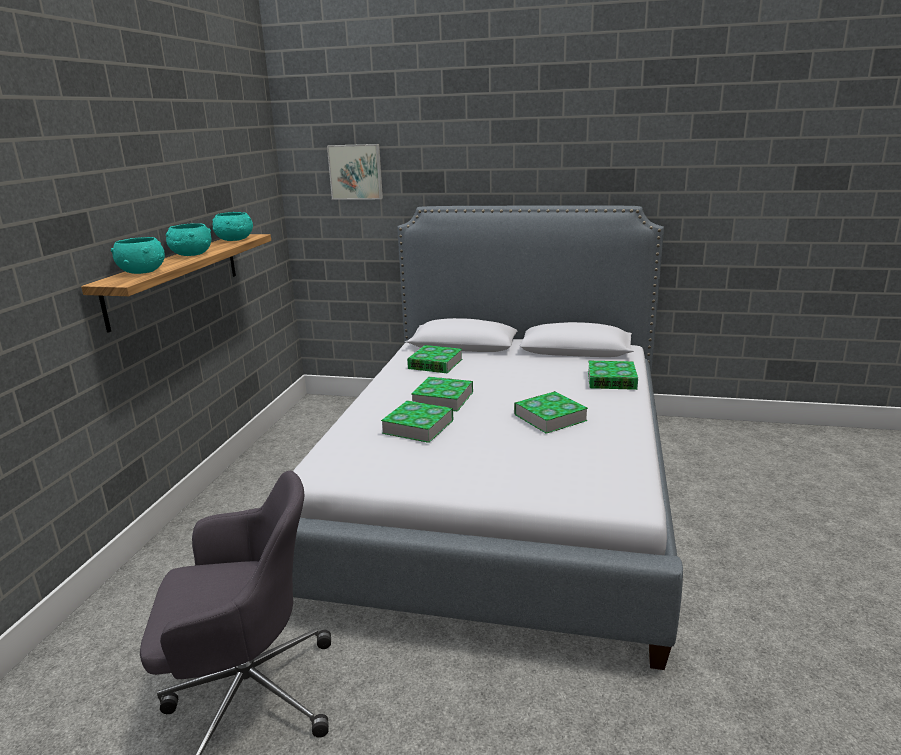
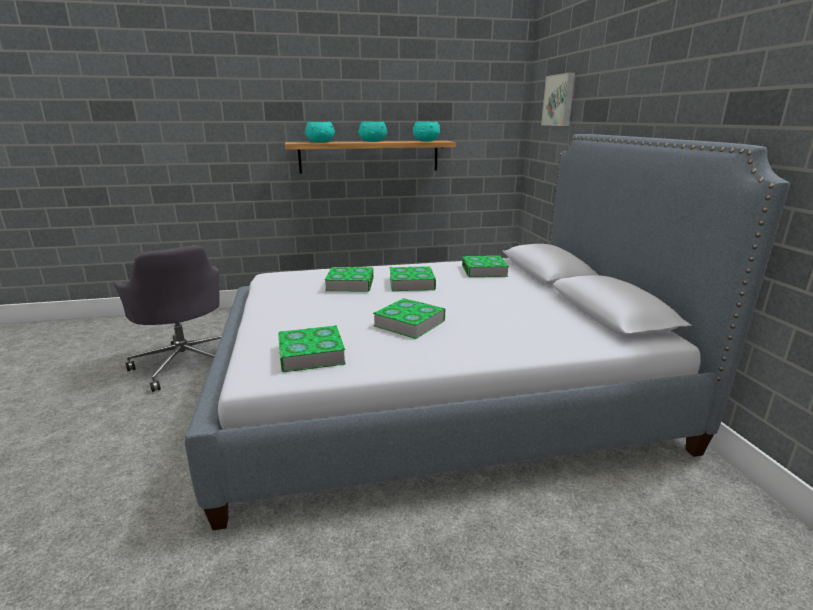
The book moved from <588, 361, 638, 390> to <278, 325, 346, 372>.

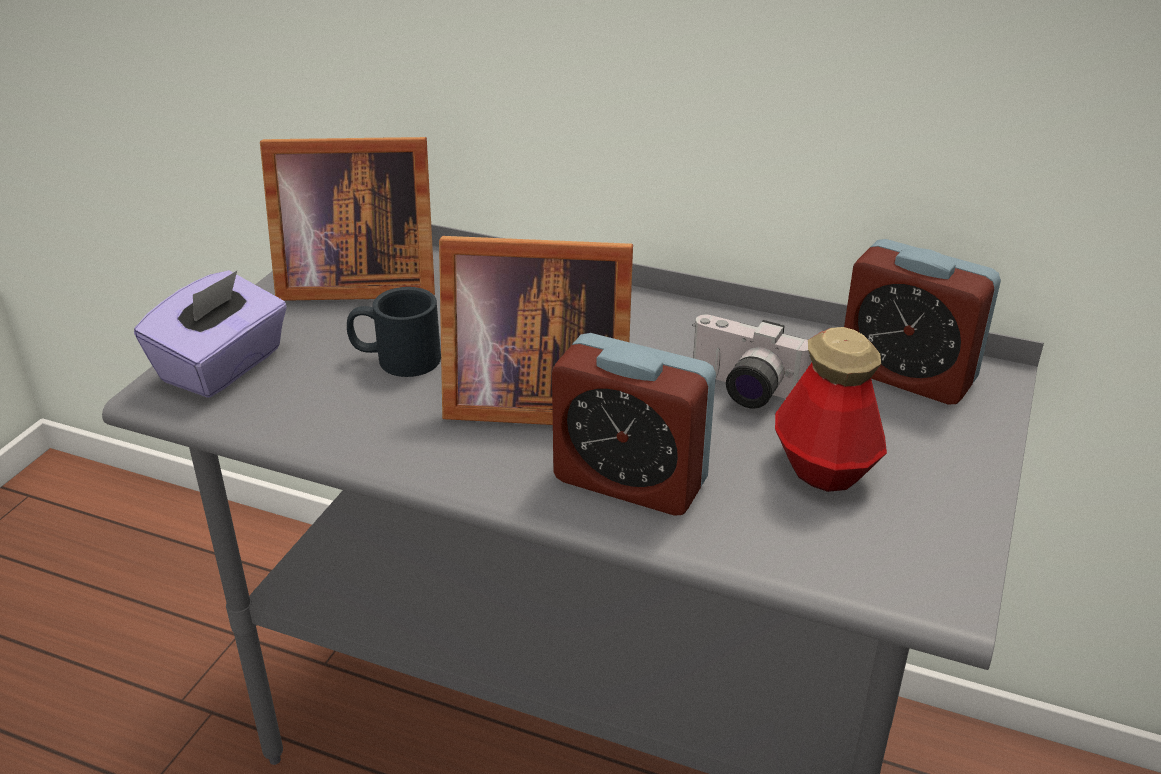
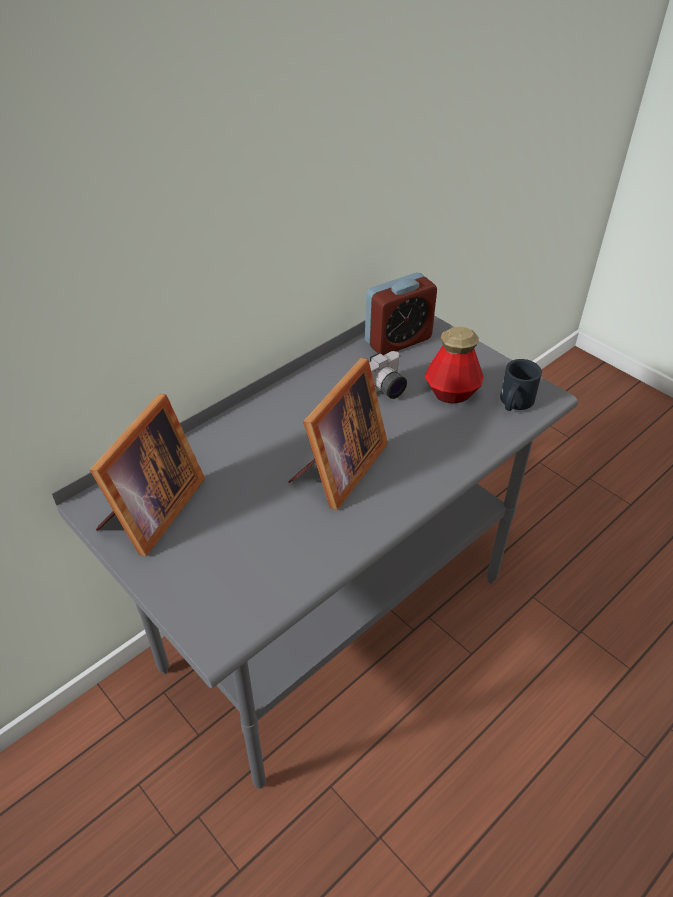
The purple_tissue_box at <134, 270, 287, 398> disappeared. The alarm_clock at <552, 333, 716, 515> disappeared. The black_mug moved from <347, 287, 441, 377> to <500, 359, 542, 411>.

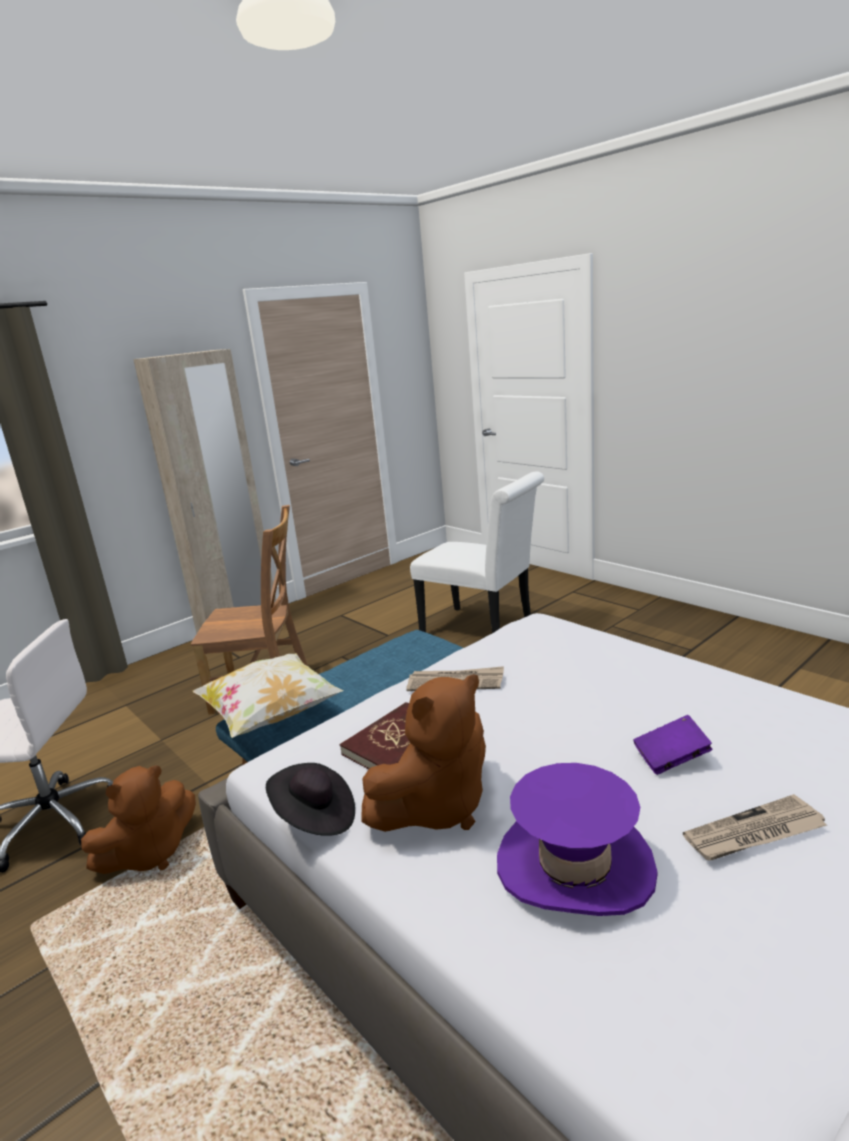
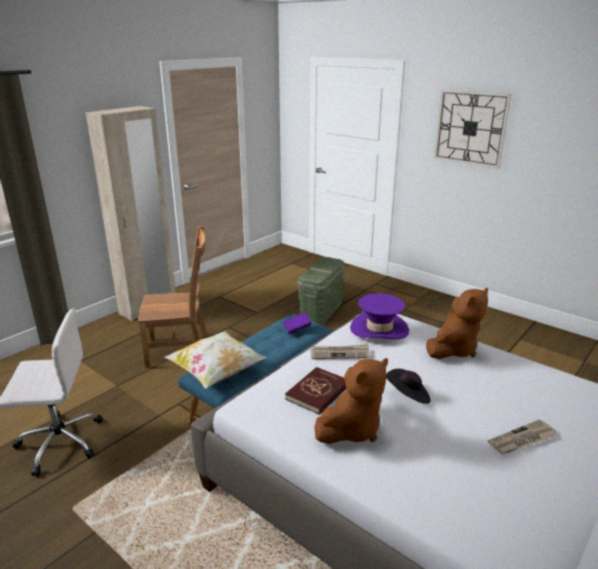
The wall_clock at <434, 89, 511, 169> appeared. The brown_plush_toy moved from <81, 766, 196, 874> to <426, 288, 488, 359>. The black_hat moved from <266, 763, 355, 836> to <386, 369, 431, 404>. The purple_hat moved from <497, 763, 658, 916> to <350, 293, 409, 339>. The purple_book moved from <633, 715, 712, 775> to <283, 312, 312, 335>. The white_chair at <410, 471, 544, 633> was replaced by the green_storage_box at <298, 257, 345, 325>.

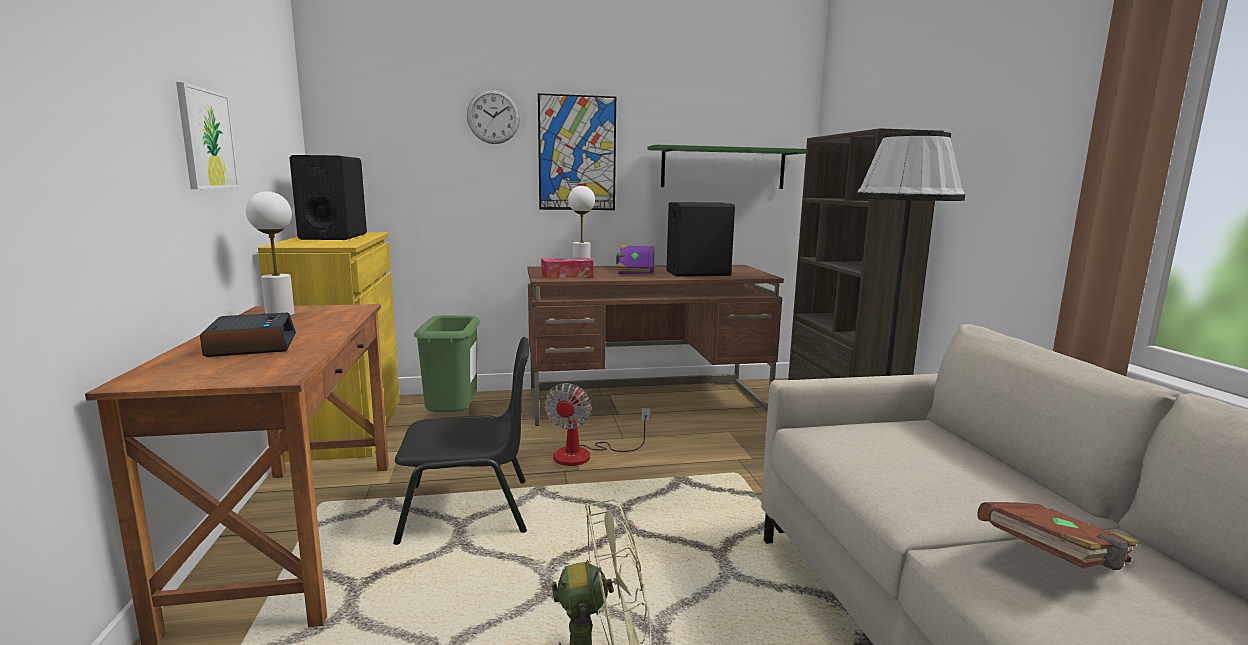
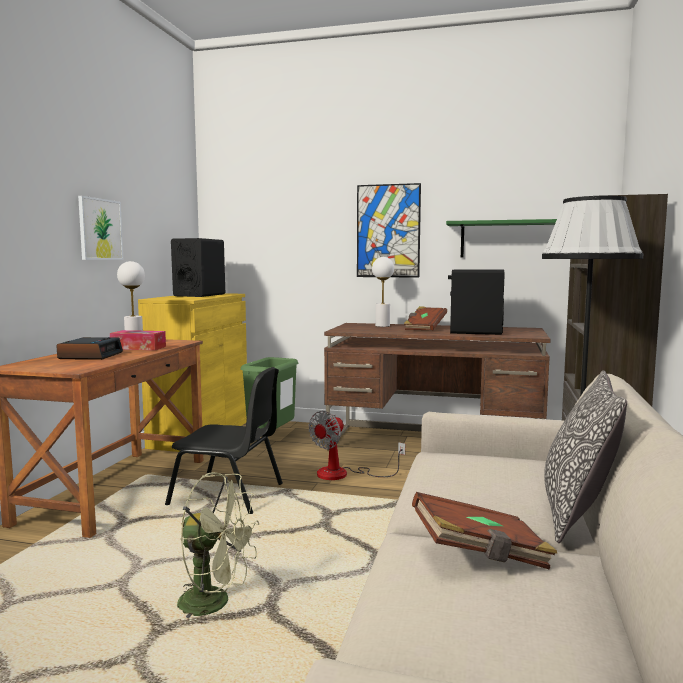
The wall_clock at <467, 89, 520, 144> disappeared. The pillow at <544, 370, 627, 543> appeared. The tissue_box moved from <541, 258, 593, 278> to <110, 330, 166, 350>. The purple_book at <616, 245, 654, 274> became the brown_book at <404, 306, 447, 330>.

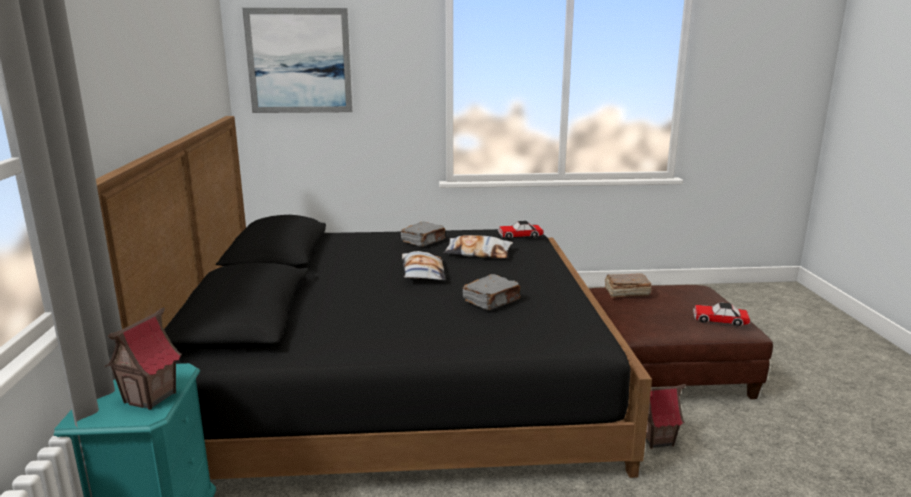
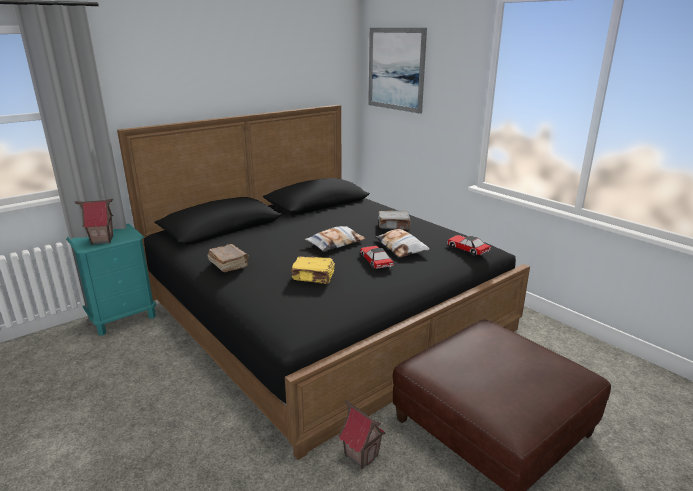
The brown_book moved from <605, 273, 652, 298> to <207, 244, 249, 272>. The toy_car moved from <693, 302, 750, 326> to <360, 246, 394, 269>. The grey_book at <463, 274, 521, 310> became the yellow_book at <291, 256, 335, 284>.

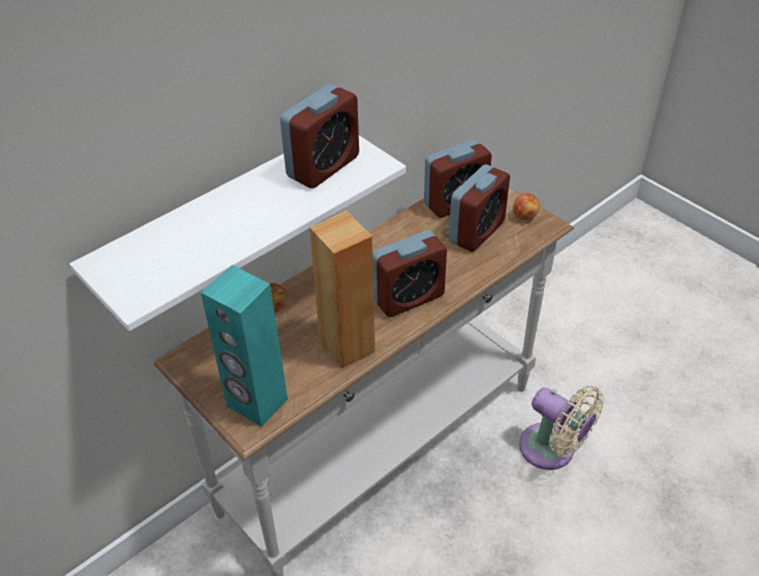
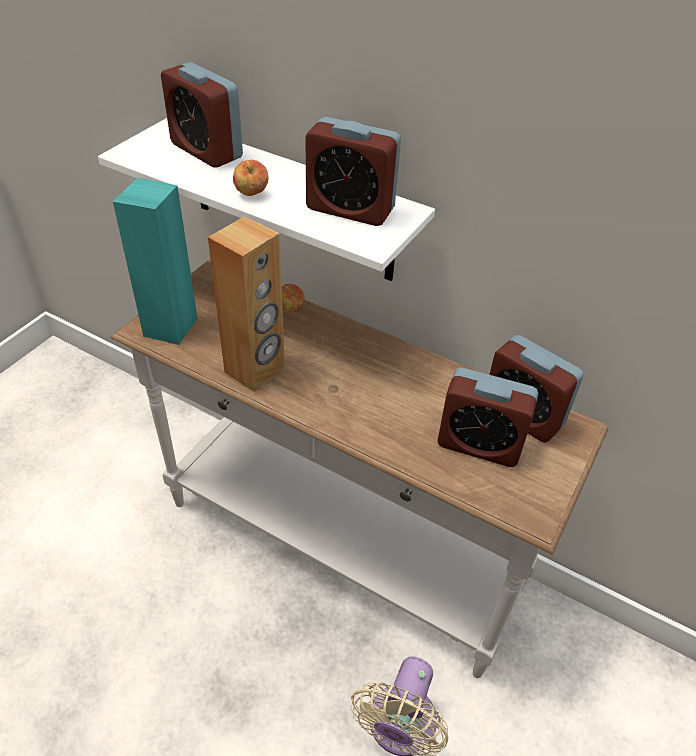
The alarm_clock moved from <373, 230, 447, 317> to <161, 62, 243, 168>. The apple moved from <513, 193, 540, 220> to <233, 160, 269, 196>.

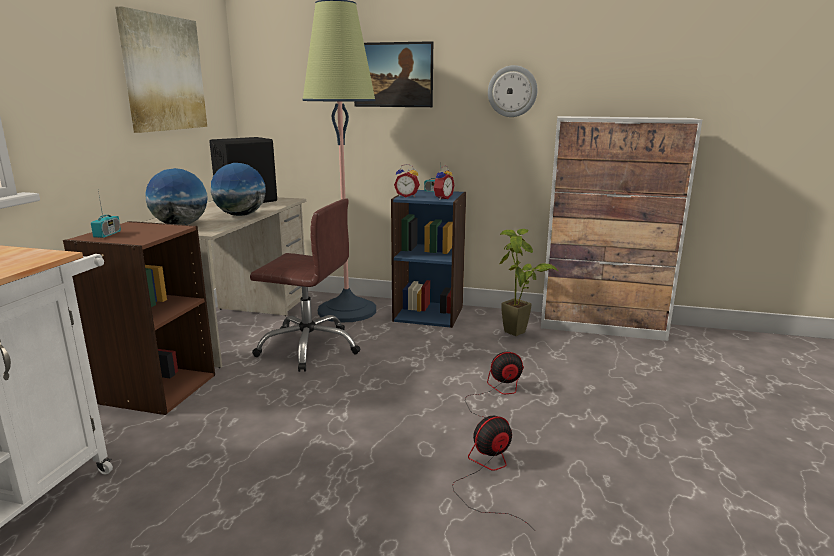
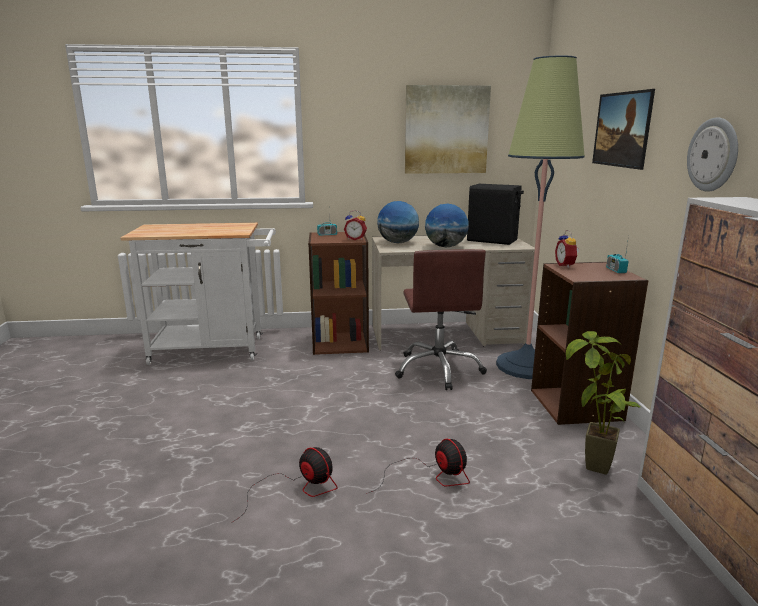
The alarm_clock moved from <433, 165, 454, 200> to <344, 210, 367, 240>. The blue_bookcase at <391, 190, 466, 328> became the brown_bookcase at <531, 262, 649, 425>.

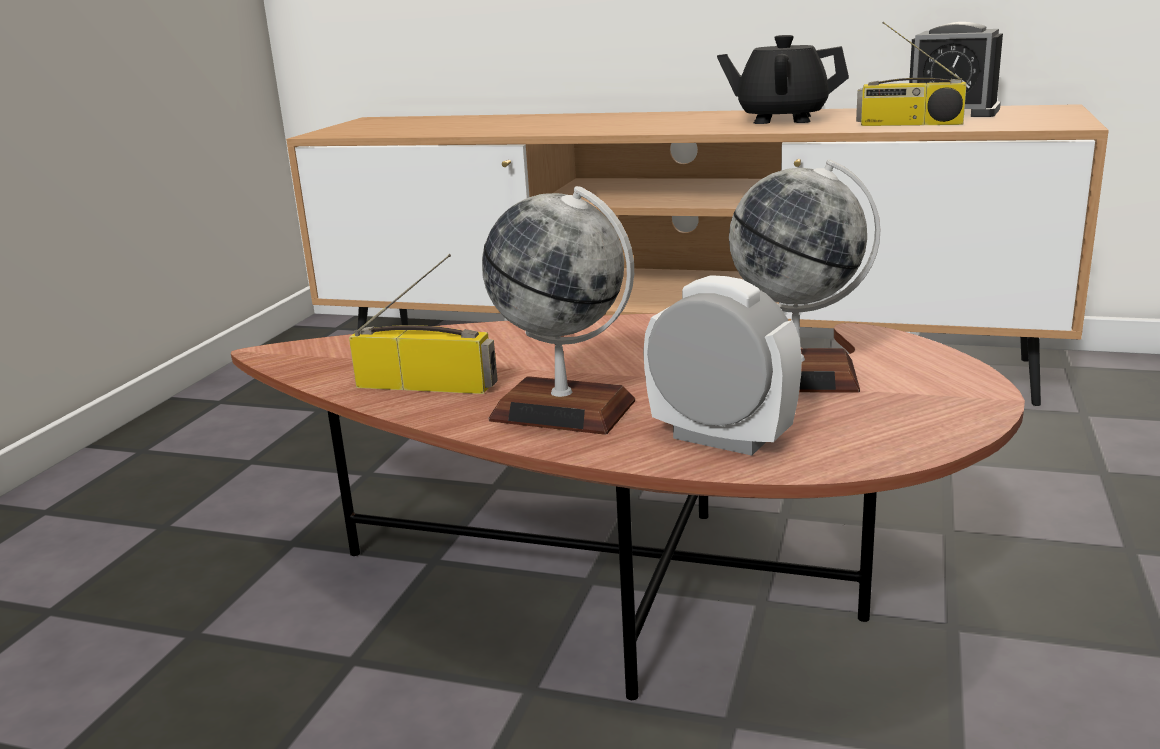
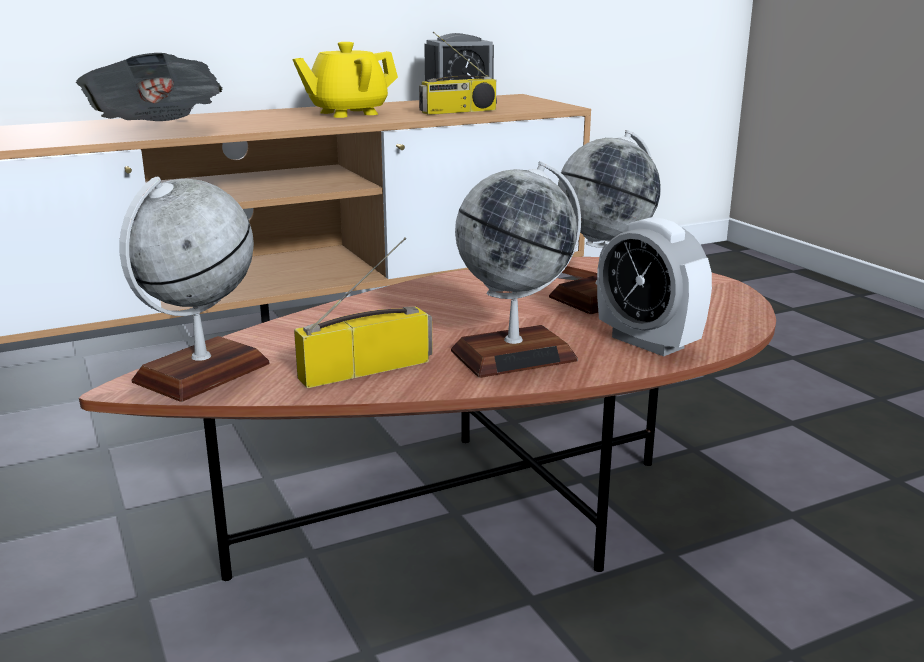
The newspaper at <76, 53, 222, 121> appeared. The globe at <119, 177, 270, 402> appeared. The black_teapot at <717, 35, 849, 124> became the yellow_teapot at <293, 42, 398, 118>. The alarm_clock at <643, 275, 802, 456> turned 120 degrees counterclockwise.

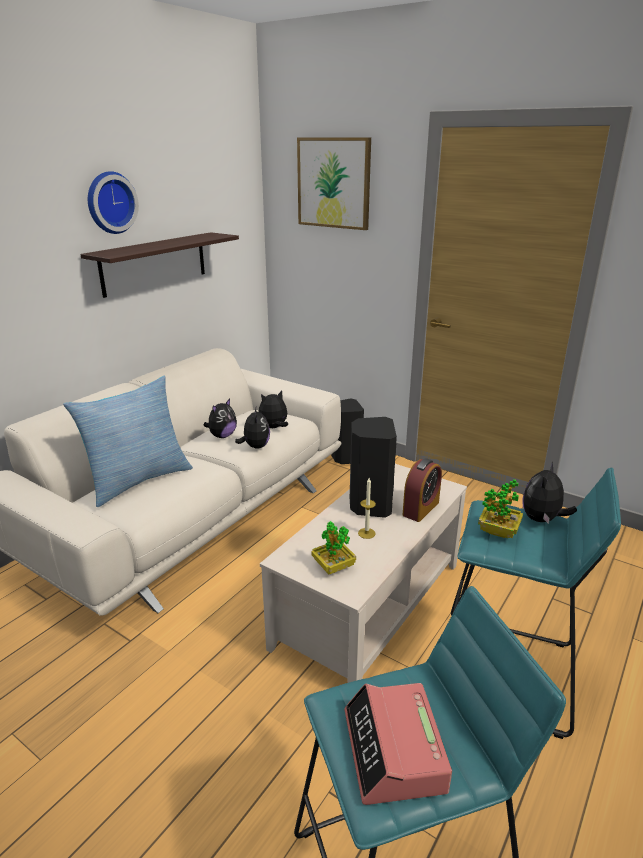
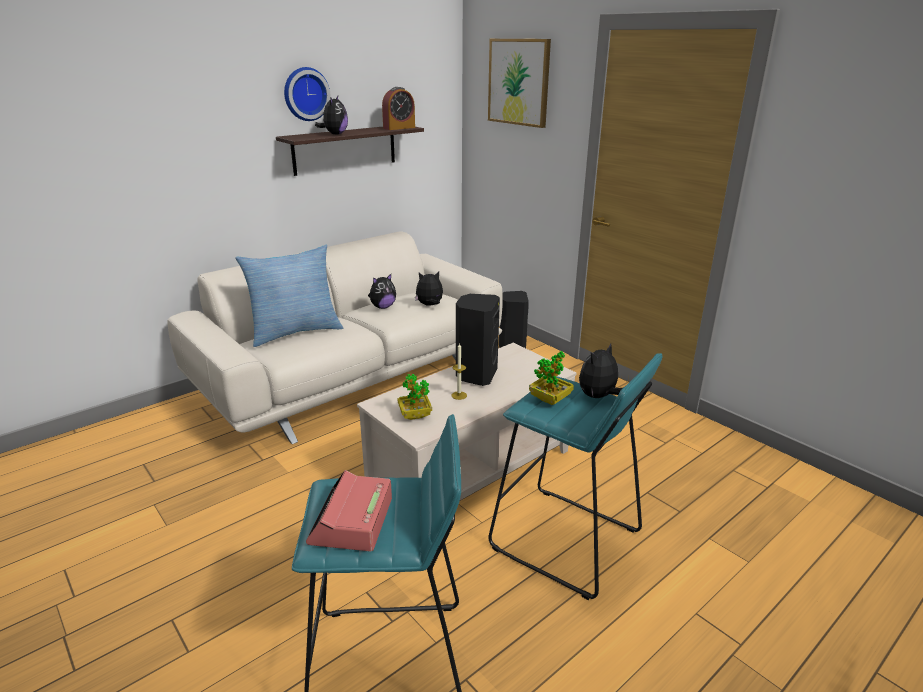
The plush_toy moved from <235, 406, 270, 449> to <315, 96, 348, 135>. The alarm_clock moved from <402, 459, 442, 522> to <382, 87, 415, 130>.

